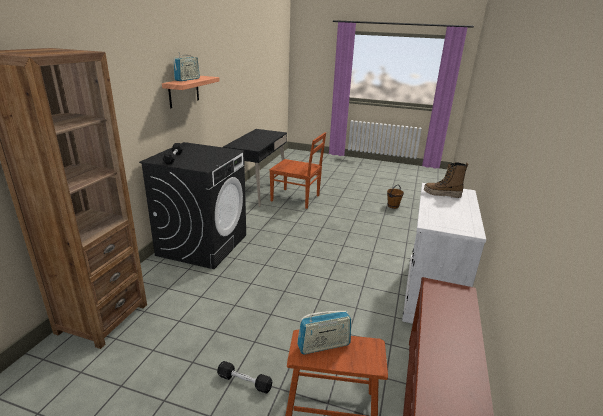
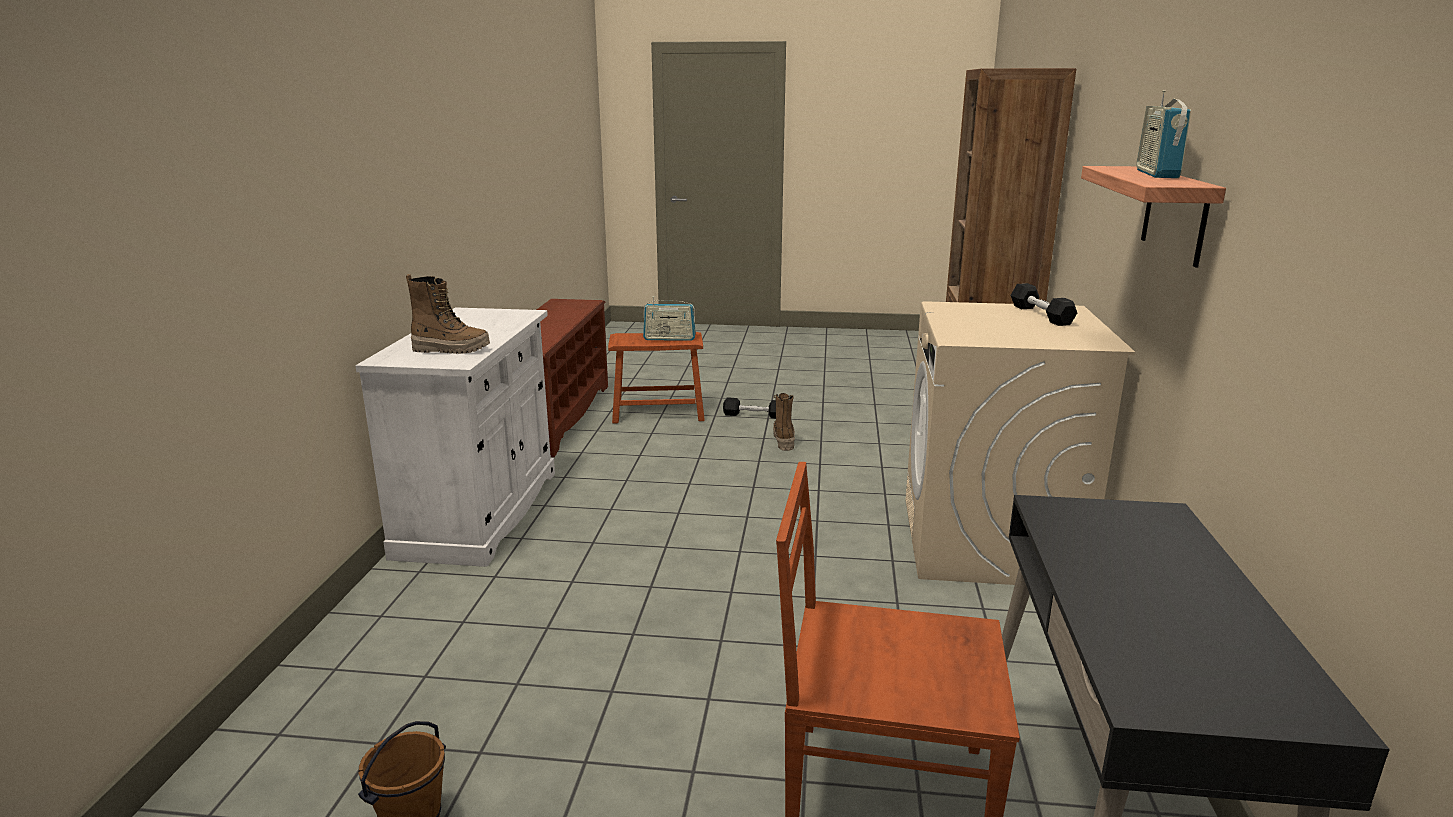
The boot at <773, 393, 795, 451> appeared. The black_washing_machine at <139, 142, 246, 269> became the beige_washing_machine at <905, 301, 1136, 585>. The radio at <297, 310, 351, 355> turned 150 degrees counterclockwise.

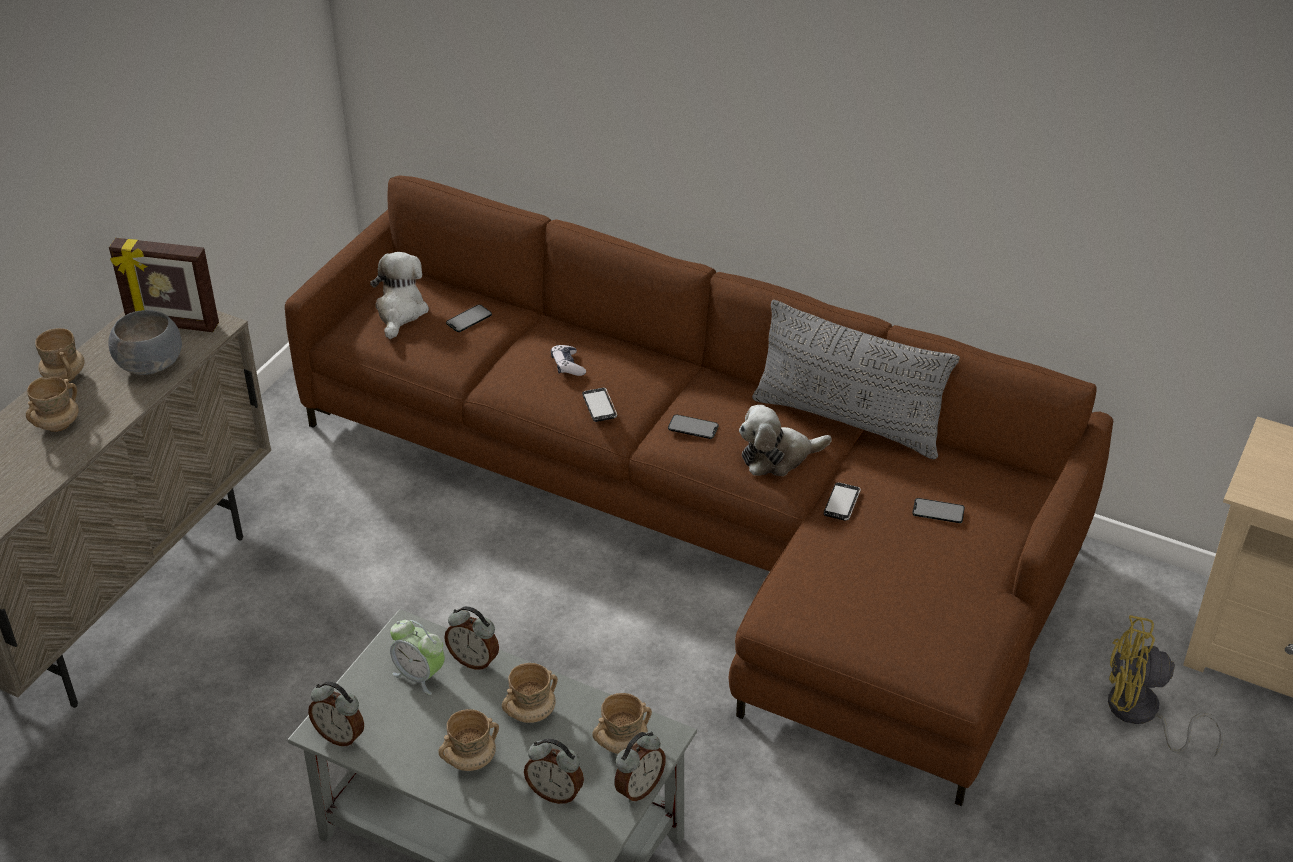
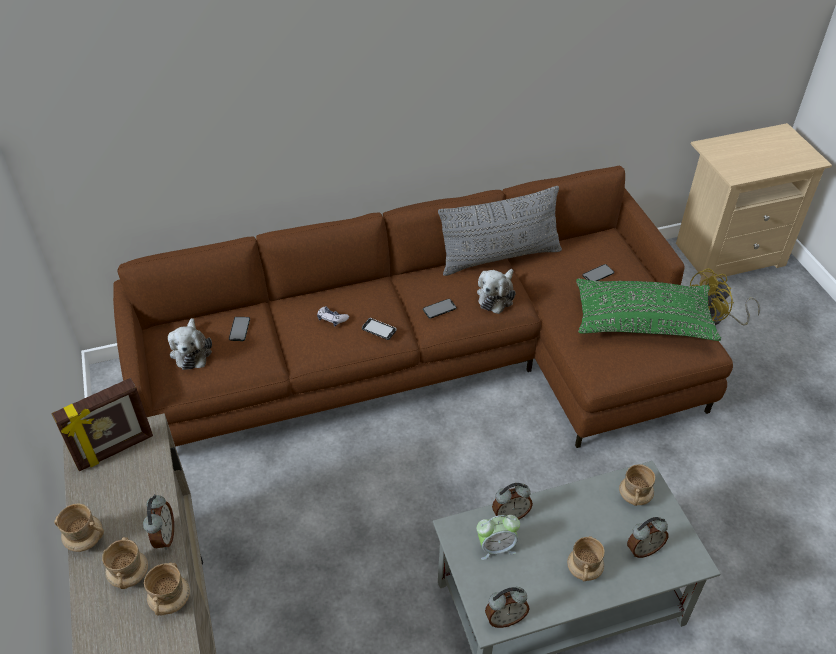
The grey_bowl at <108, 310, 182, 375> disappeared. The phone at <824, 482, 861, 521> disappeared. The green_pillow at <576, 278, 721, 341> appeared. The beige_mug moved from <502, 663, 558, 723> to <144, 562, 190, 616>. The alarm_clock moved from <614, 732, 666, 803> to <143, 495, 174, 550>. The plush_toy at <370, 252, 429, 339> turned 150 degrees counterclockwise.

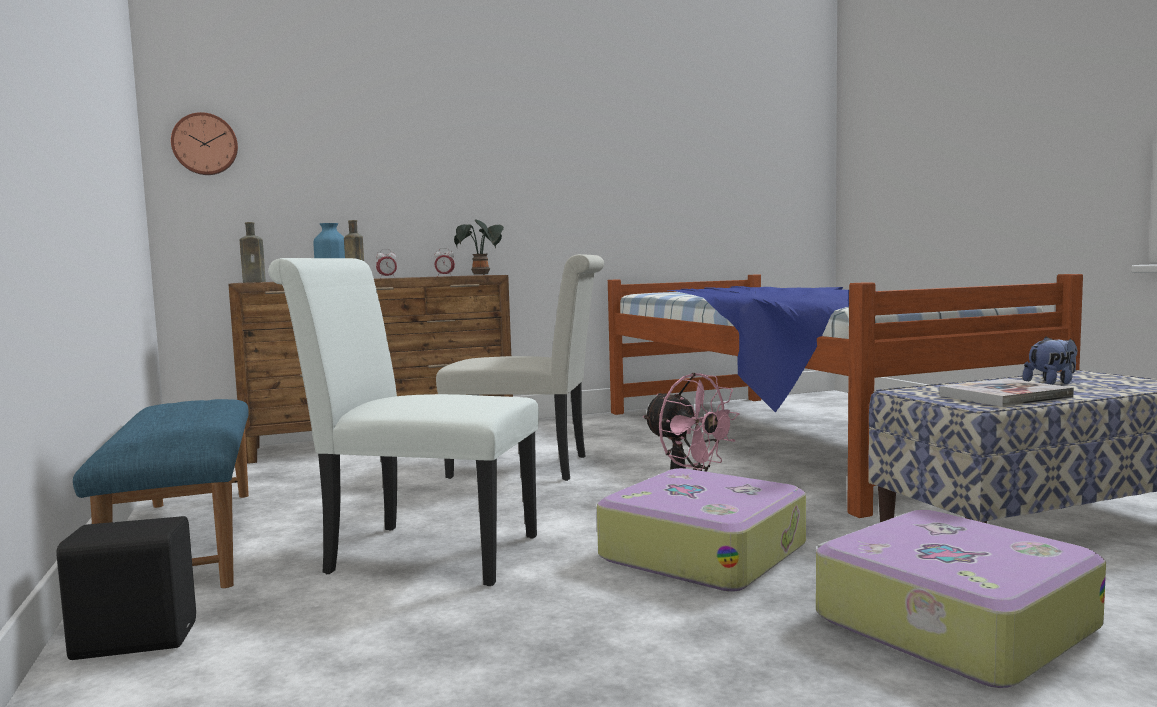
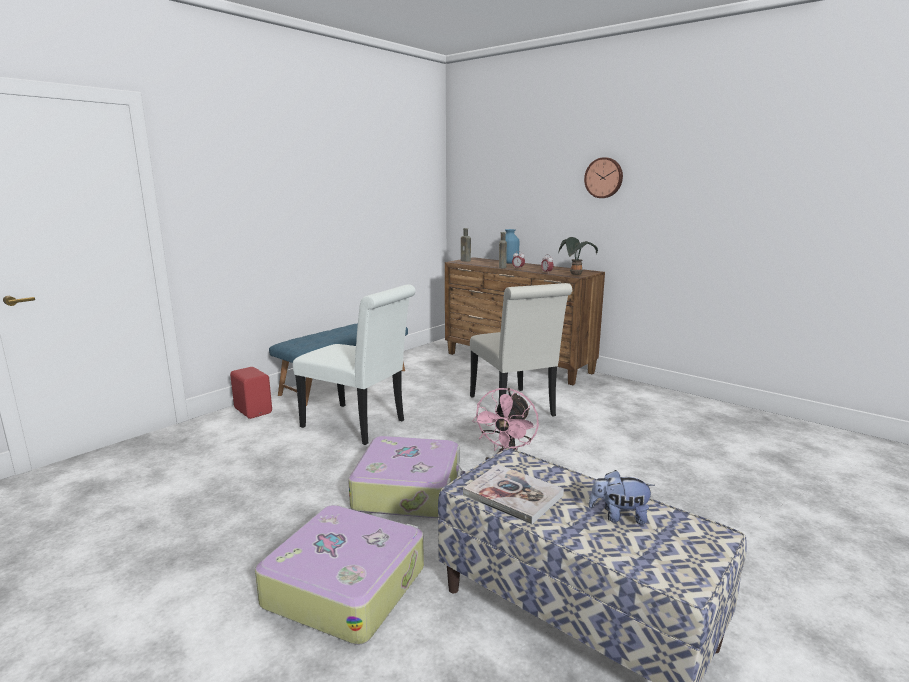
The bed at <608, 274, 1083, 518> disappeared. The wall_clock moved from <171, 112, 238, 175> to <584, 157, 623, 198>. The black_speaker at <56, 516, 196, 660> became the red_speaker at <230, 367, 272, 419>. The white_chair at <268, 258, 539, 586> turned 135 degrees clockwise. The plush_toy at <1023, 336, 1077, 385> turned 150 degrees clockwise.

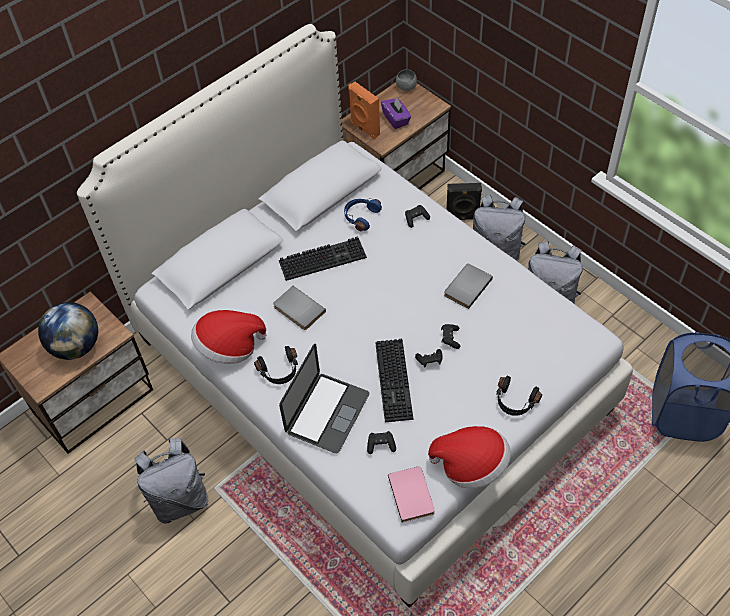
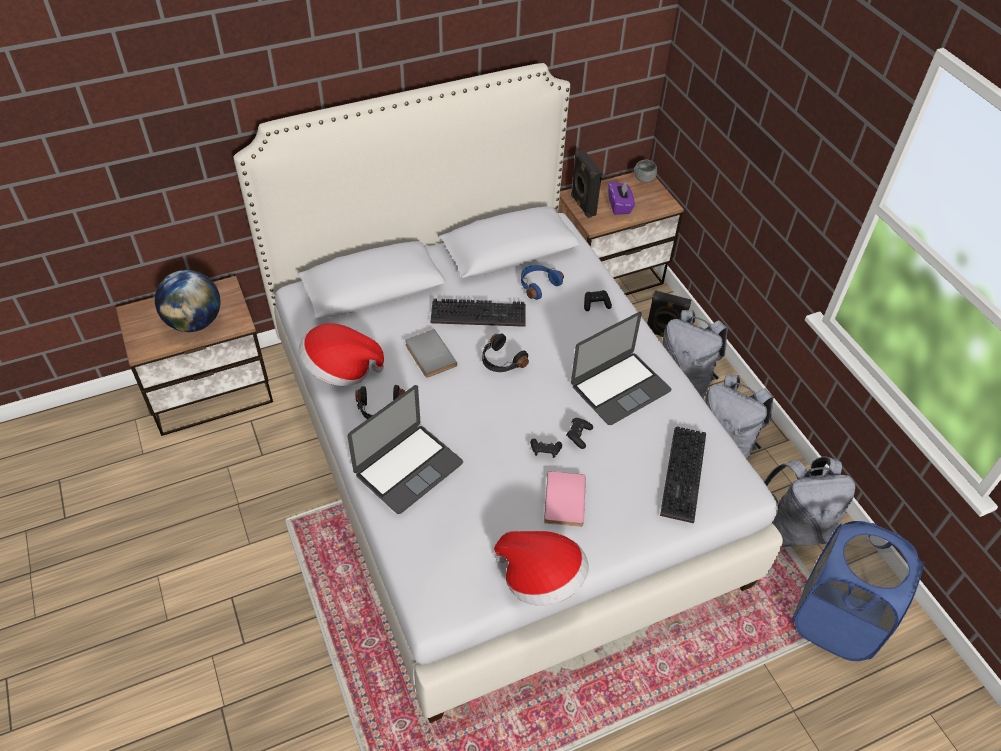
The black_game_controller at <367, 431, 396, 454> disappeared. The grey_backpack moved from <134, 438, 208, 524> to <764, 456, 855, 547>. The keyboard moved from <375, 339, 413, 423> to <660, 426, 706, 523>. The pink_book moved from <388, 466, 435, 523> to <544, 471, 586, 527>. The black_headphones moved from <496, 376, 542, 416> to <482, 333, 529, 372>. The grey_book at <444, 264, 493, 309> was replaced by the laptop at <571, 312, 671, 425>. The orange_speaker at <348, 82, 380, 139> became the black_speaker at <571, 150, 602, 218>.

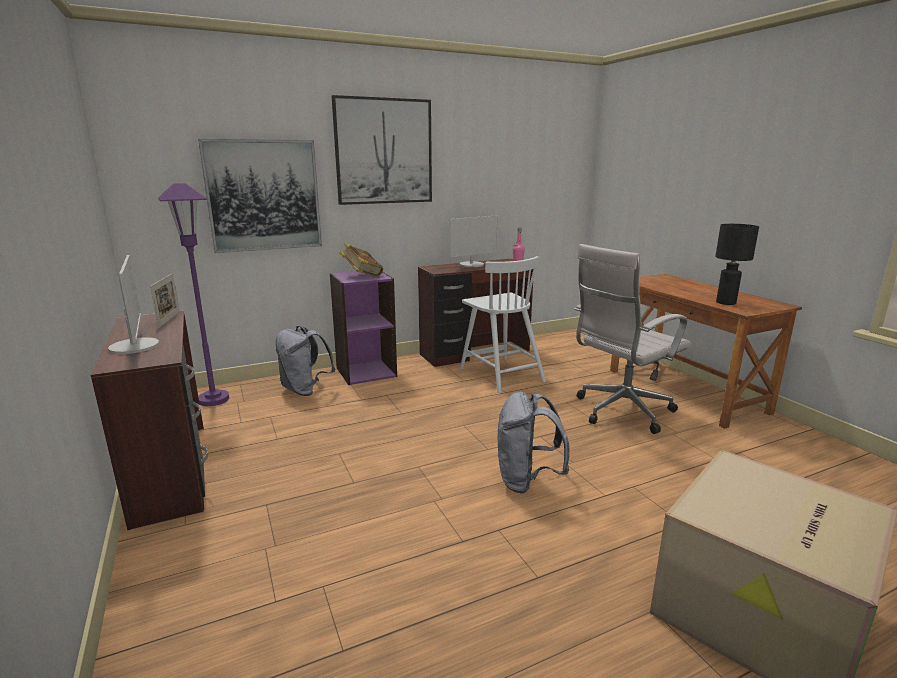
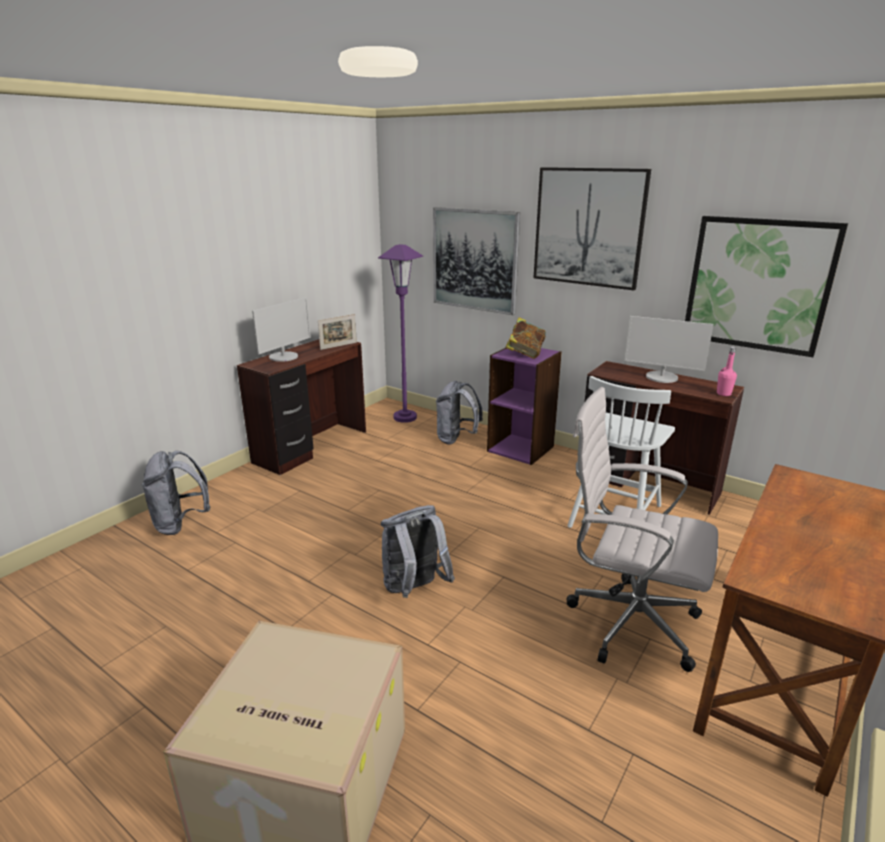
The black_table_lamp at <715, 224, 759, 305> disappeared. The grey_backpack at <142, 451, 210, 535> appeared. The picture at <685, 216, 848, 357> appeared.

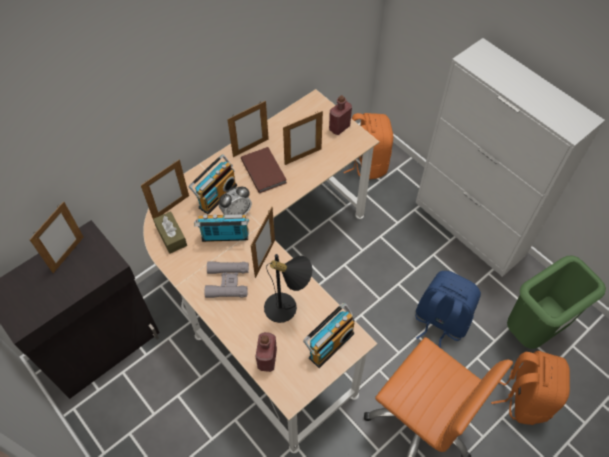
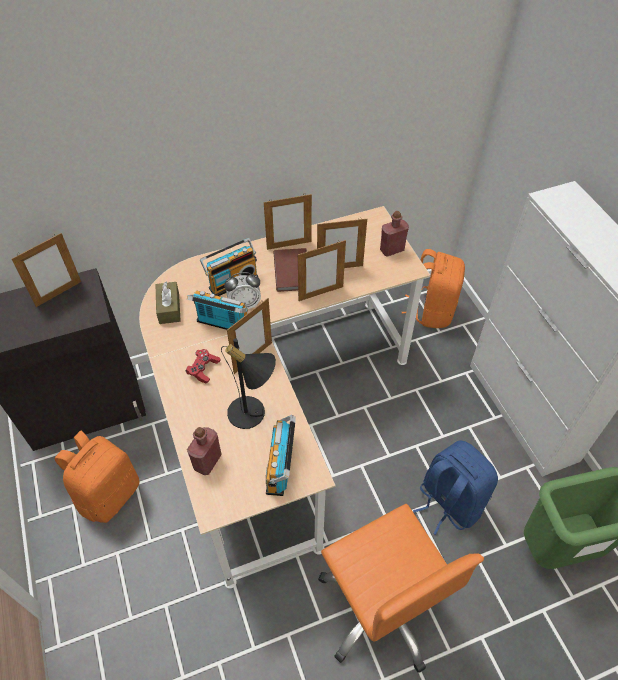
The picture_frame moved from <141, 159, 189, 221> to <298, 240, 346, 301>. The orange_backpack moved from <491, 351, 570, 425> to <54, 430, 139, 523>. The grey_binoculars at <204, 262, 249, 298> was replaced by the red_game_controller at <185, 349, 220, 384>. The radio at <303, 303, 355, 368> turned 120 degrees clockwise.

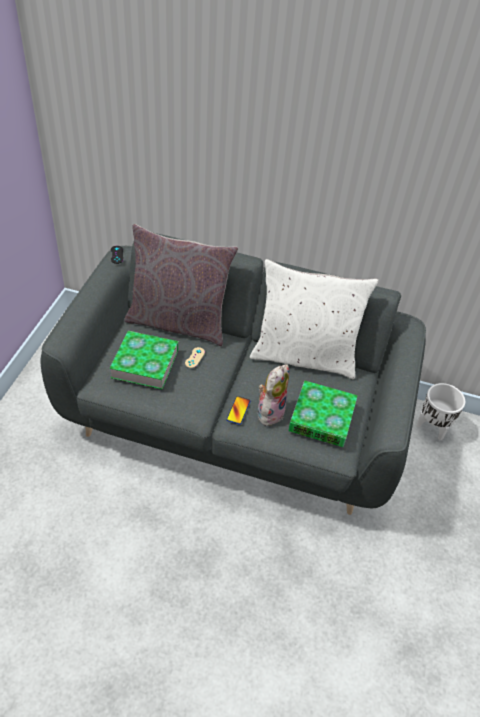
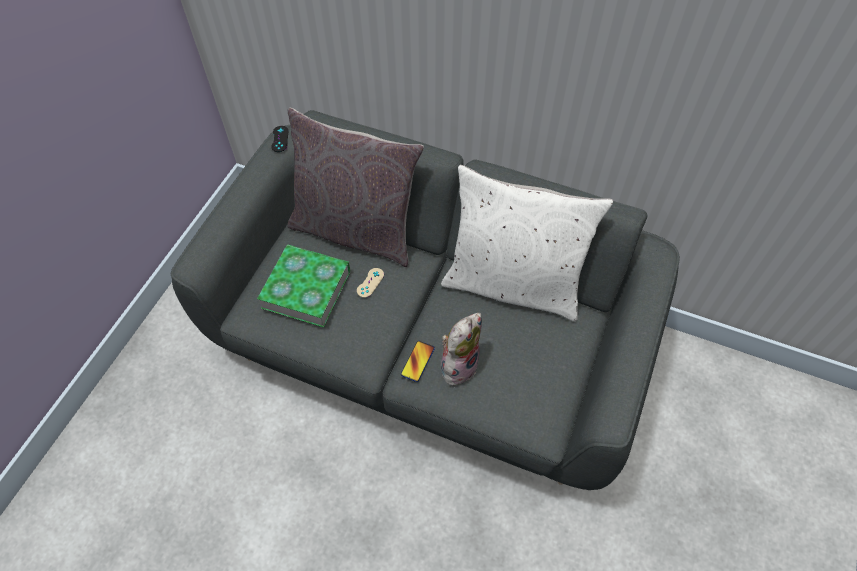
The book at <288, 380, 358, 447> disappeared. The white_planter at <417, 383, 465, 441> disappeared.

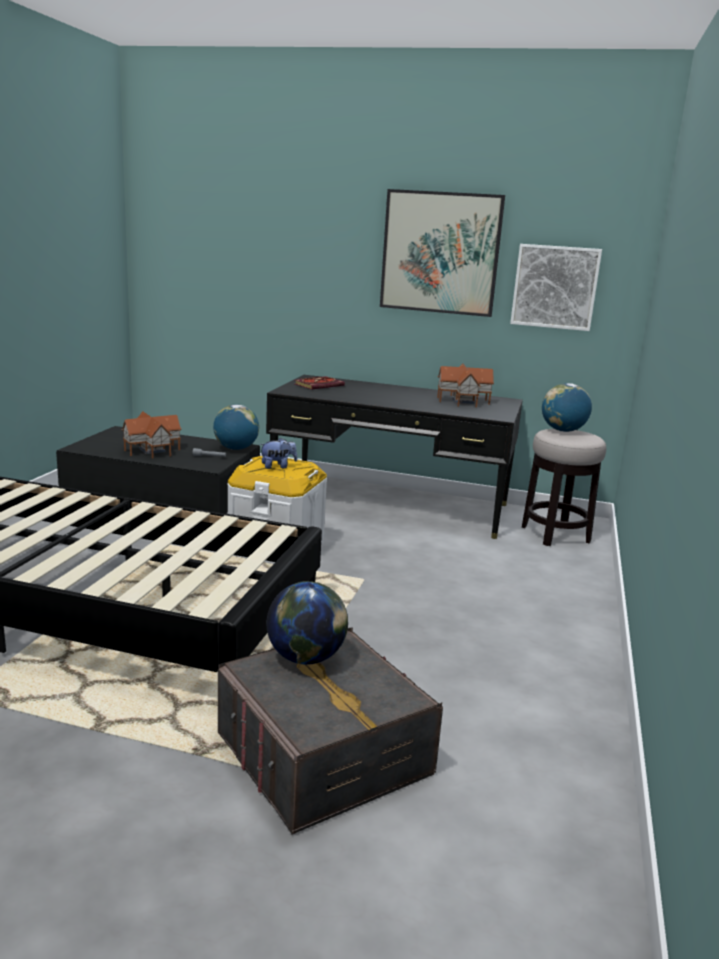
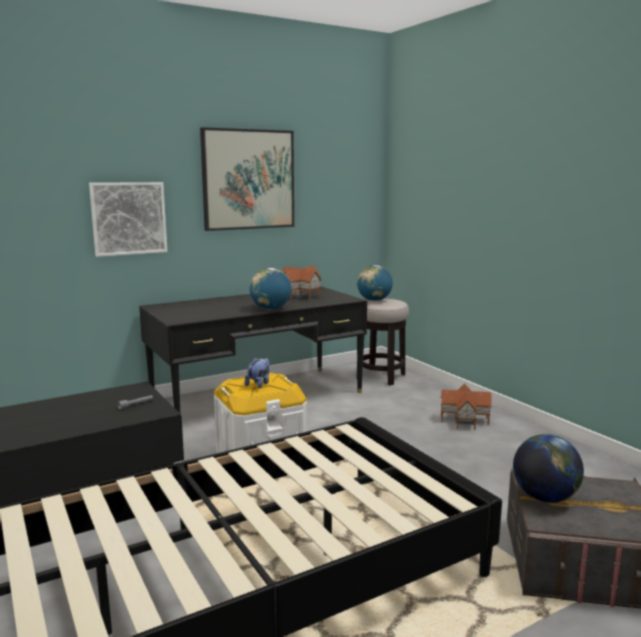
The book at <295, 376, 345, 389> disappeared. The toy_house moved from <121, 411, 182, 459> to <440, 383, 492, 430>. The globe moved from <213, 404, 259, 450> to <250, 268, 291, 310>. The picture moved from <510, 244, 602, 331> to <89, 182, 167, 257>.

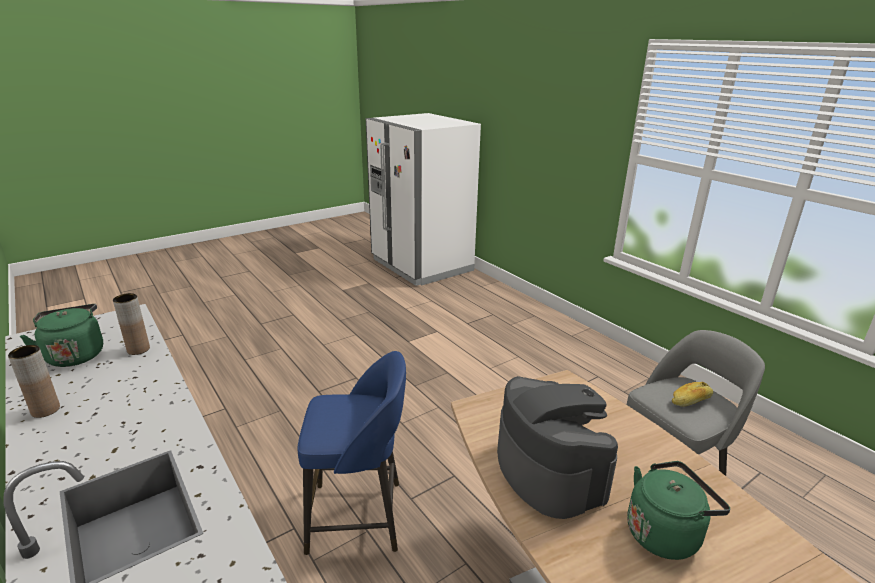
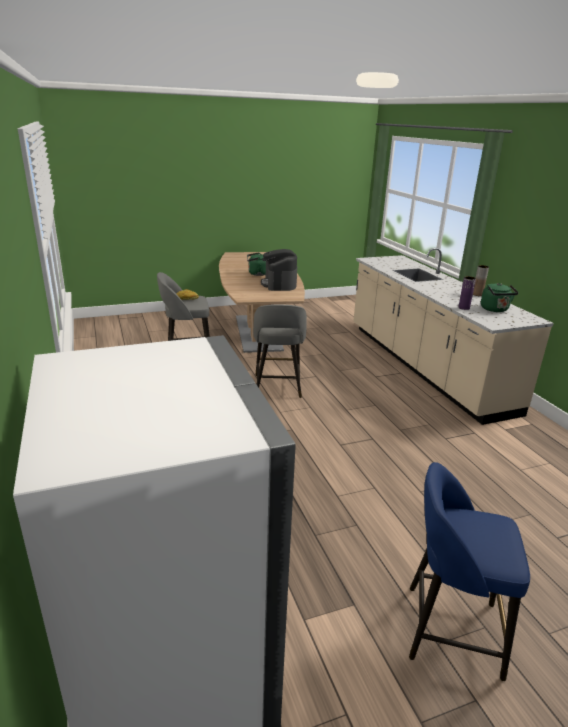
The grey_stool at <253, 304, 307, 398> appeared. The blue_stool moved from <297, 351, 406, 555> to <409, 462, 530, 681>. The brown_vase at <113, 293, 150, 355> became the purple_vase at <458, 276, 476, 310>.

